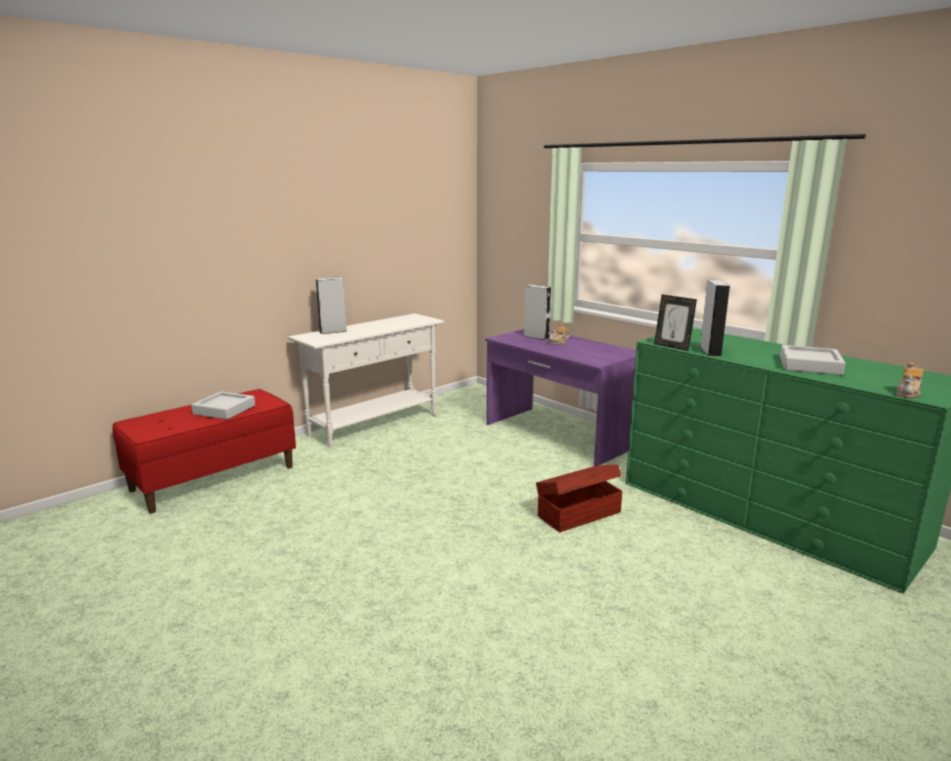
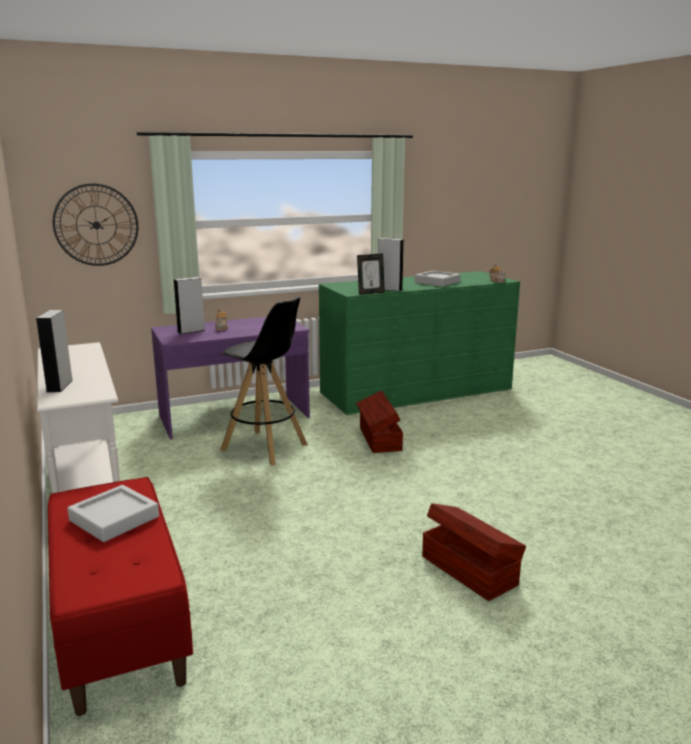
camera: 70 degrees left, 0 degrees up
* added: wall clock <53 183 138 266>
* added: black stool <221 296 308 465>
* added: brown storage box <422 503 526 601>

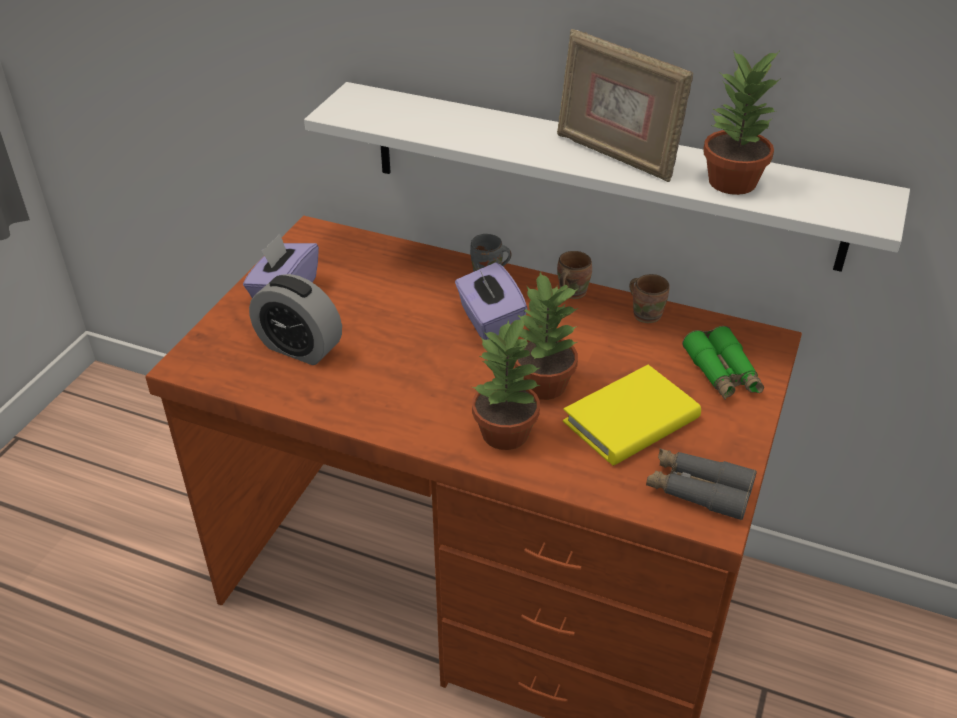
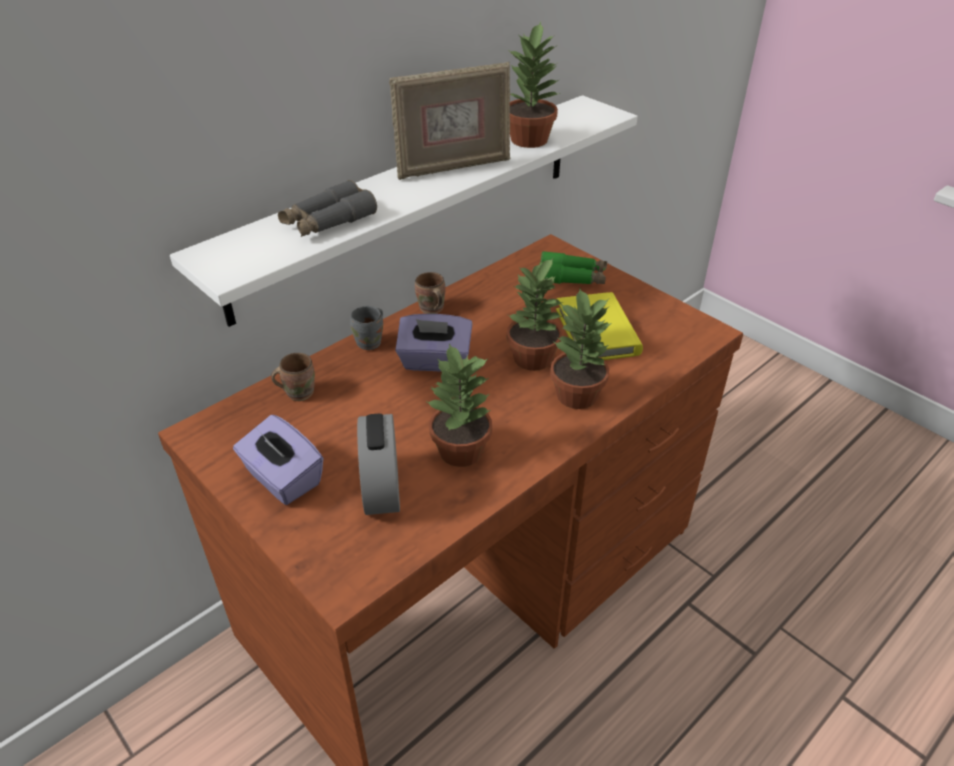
camera: 65 degrees left, 0 degrees up
* added: potted plant <425 343 492 467>
* moved: brown mug <629 274 669 323> to <271 353 315 401>
* moved: grey binoculars <646 448 757 521> to <278 180 377 237>
* turned: alarm clock <249 274 342 365> = <357 414 400 515> 120 degrees clockwise

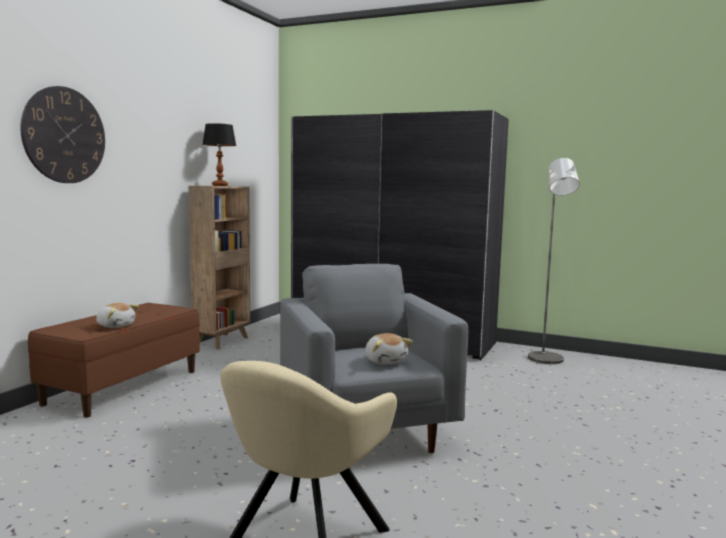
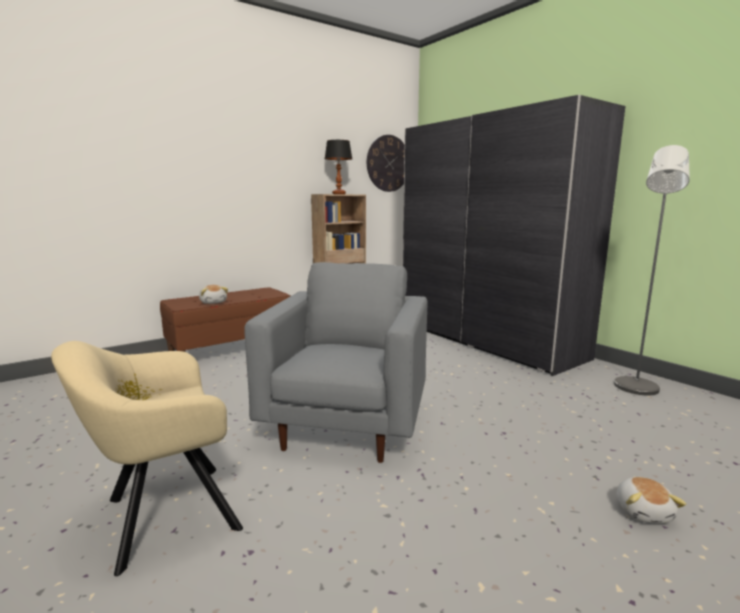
camera: 30 degrees right, 5 degrees up
* moved: wall clock <20 86 105 183> to <367 135 405 192>
* moved: plush toy <365 333 413 365> to <616 477 686 524>

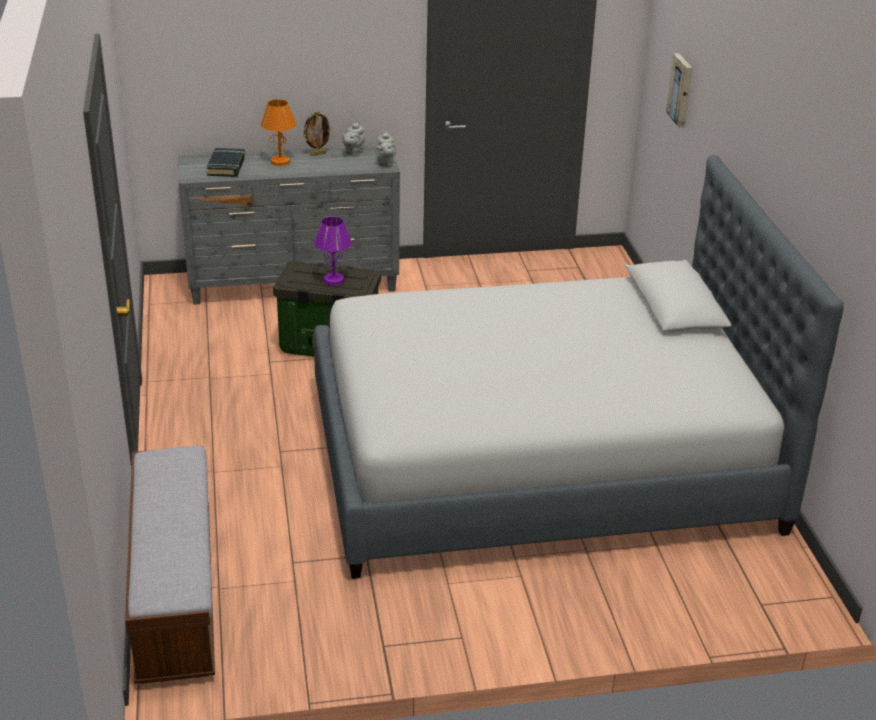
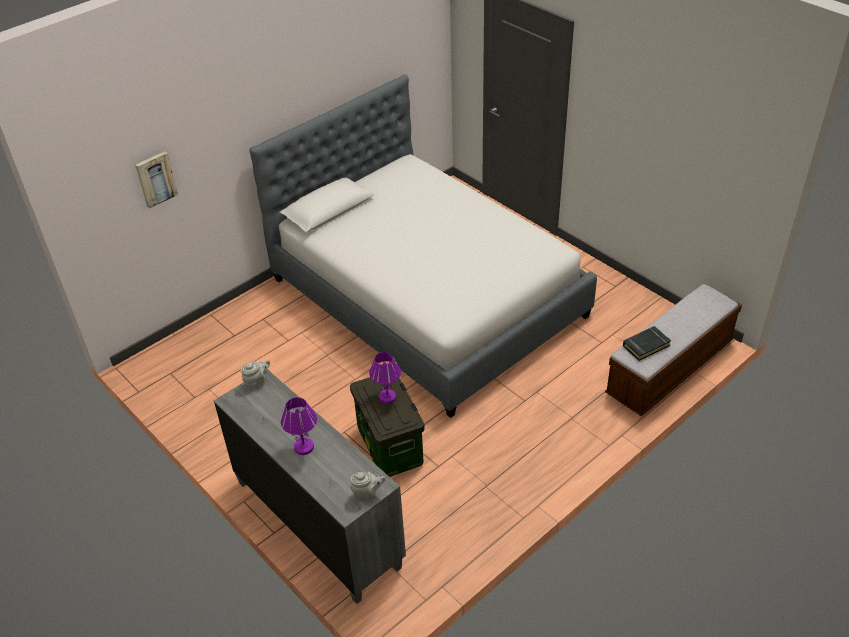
camera: 120 degrees left, 10 degrees up
* removed: picture frame <303 111 332 156>
* moved: black book <206 148 245 177> to <623 326 671 361>
* moved: grey teapot <342 122 365 157> to <350 472 386 502>
* recoloured: orange table lamp <261 99 296 166> to purple table lamp <281 397 317 455>

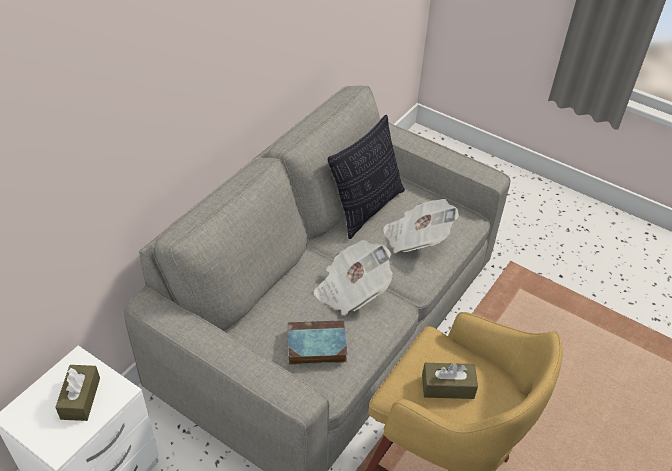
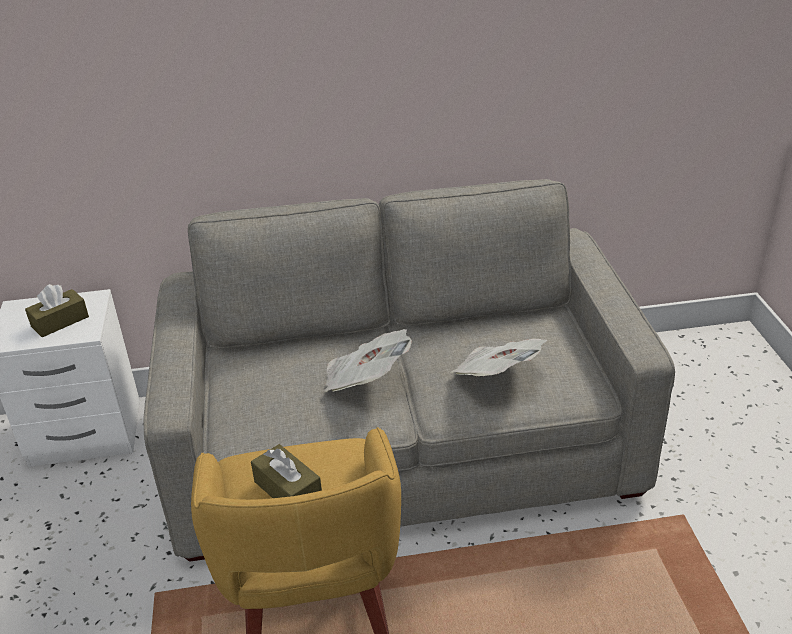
camera: 50 degrees right, 10 degrees down
* removed: book <288 320 347 365>
* removed: pillow <327 115 405 239>

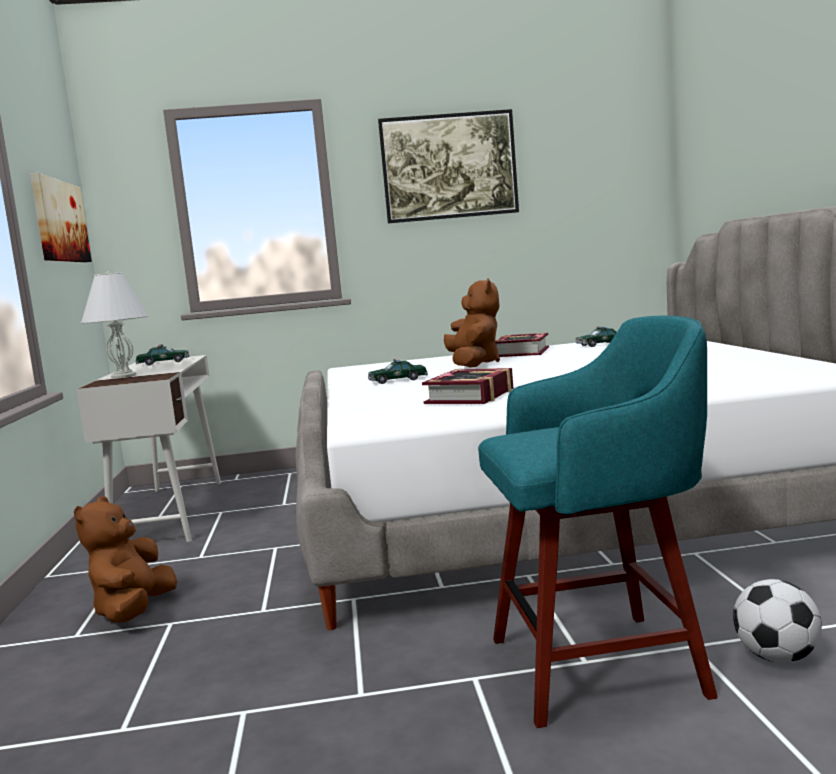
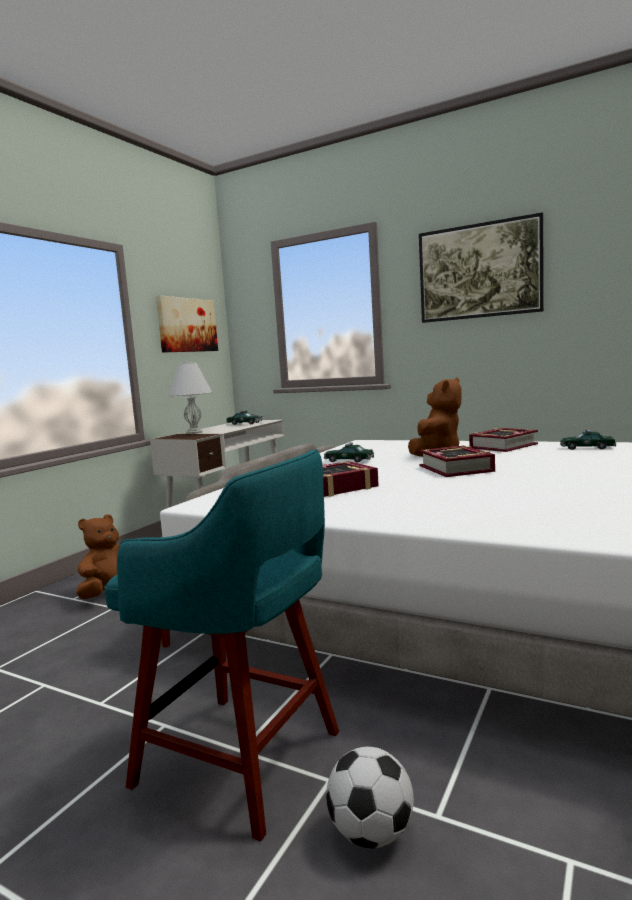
camera: 35 degrees right, 0 degrees up
* added: book <419 446 495 477>

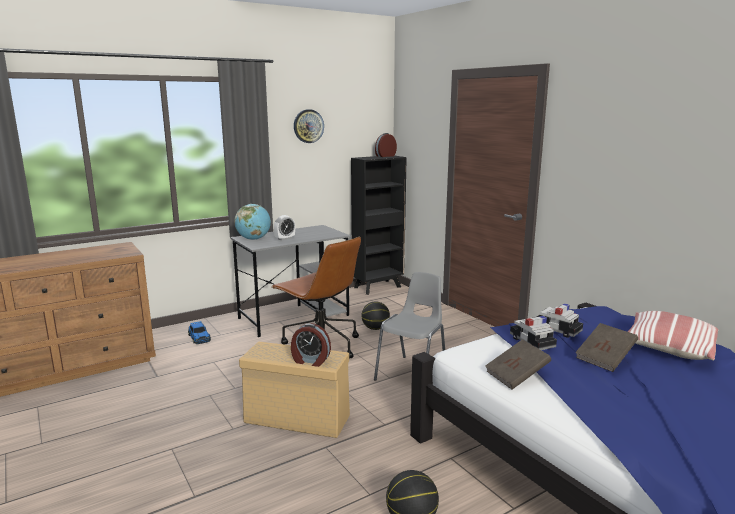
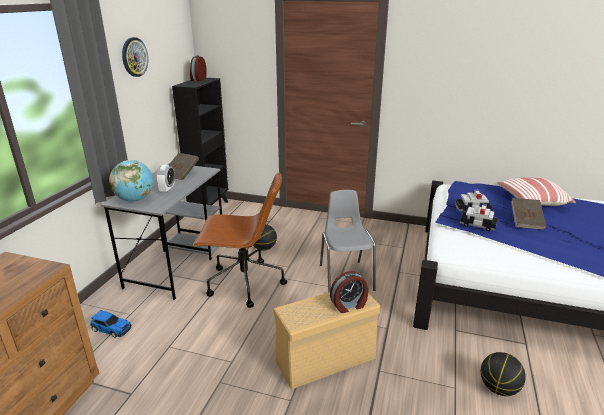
camera: 40 degrees left, 10 degrees up
* moved: brown book <485 339 551 390> to <169 153 199 180>

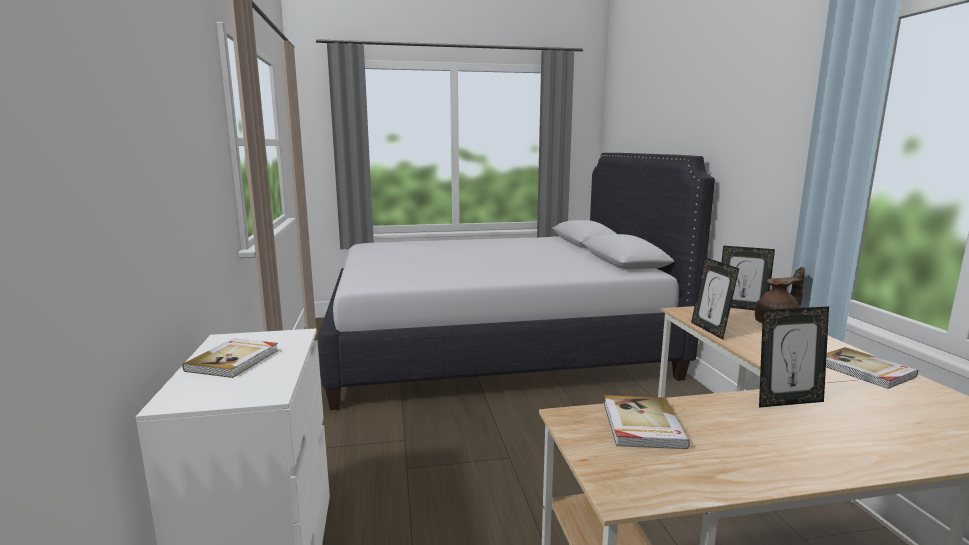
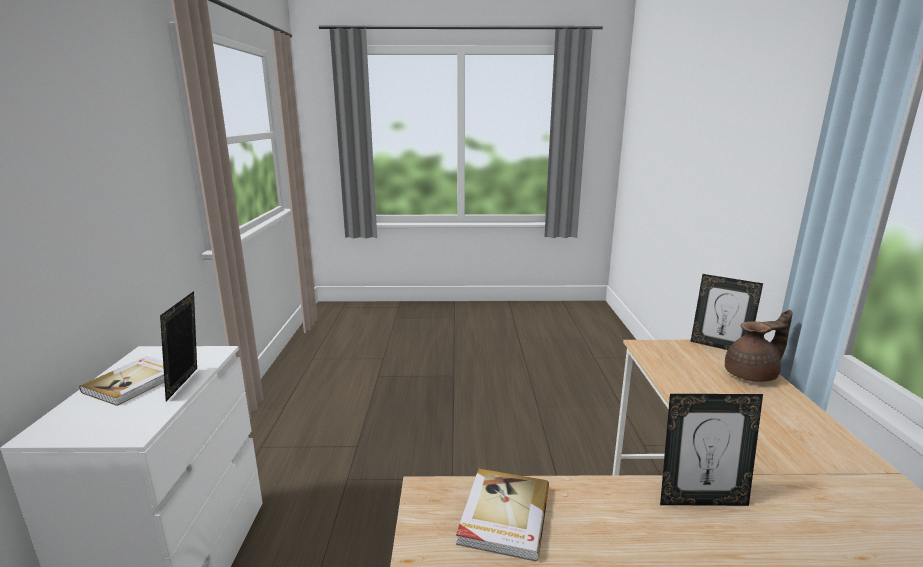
camera: 10 degrees right, 5 degrees up
* removed: white bed <318 153 715 410>
* removed: book <826 347 918 389>
* moved: picture frame <691 257 739 340> to <160 291 197 401>

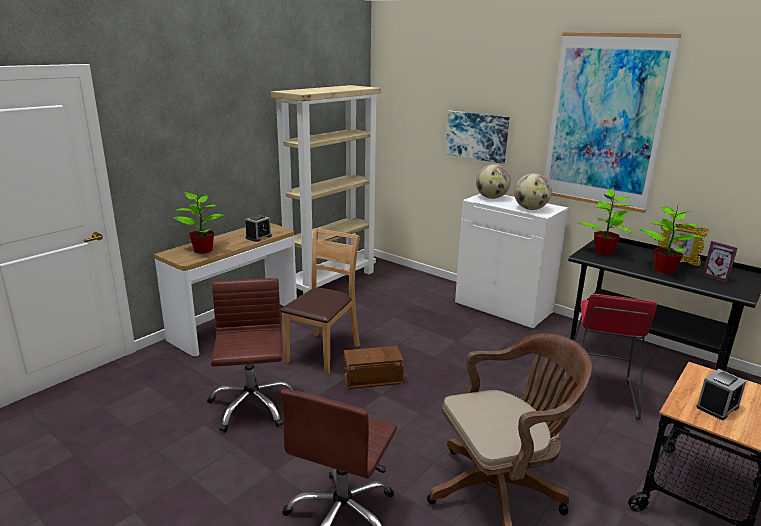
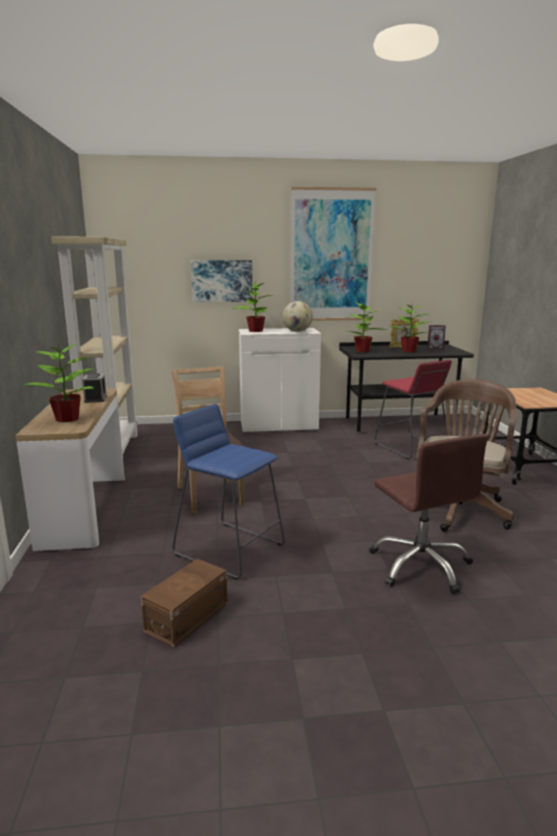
camera: 45 degrees left, 5 degrees down
* removed: alarm clock <696 369 746 420>
* moved: brown storage box <344 346 403 389> to <141 559 228 647>
* replaced: brown office chair <207 278 296 432> to blue stool <172 404 285 580>
* replaced: globe <476 164 511 199> to potted plant <232 281 271 332>

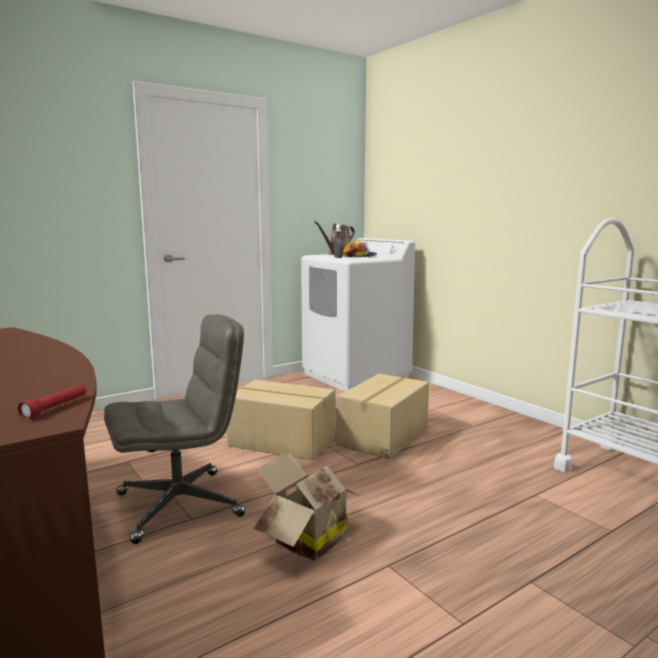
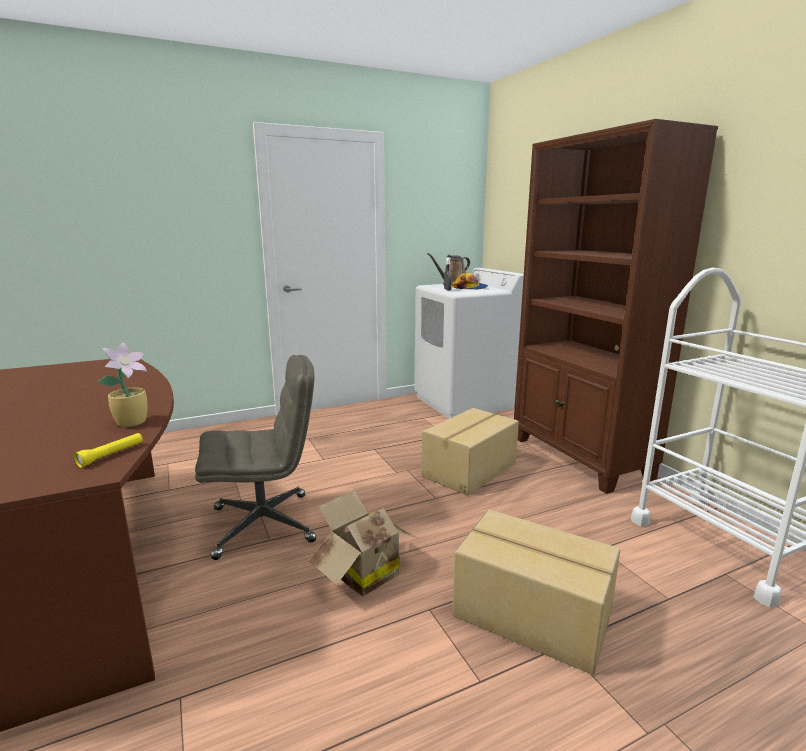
camera: 10 degrees right, 5 degrees up
* added: potted plant <97 343 148 427>
* added: brown bookcase <514 119 718 494>
* moved: cardboard box <227 380 336 461> to <452 509 620 675>
* recoloured: red flashlight <18 384 86 420> to yellow flashlight <74 433 143 467>

